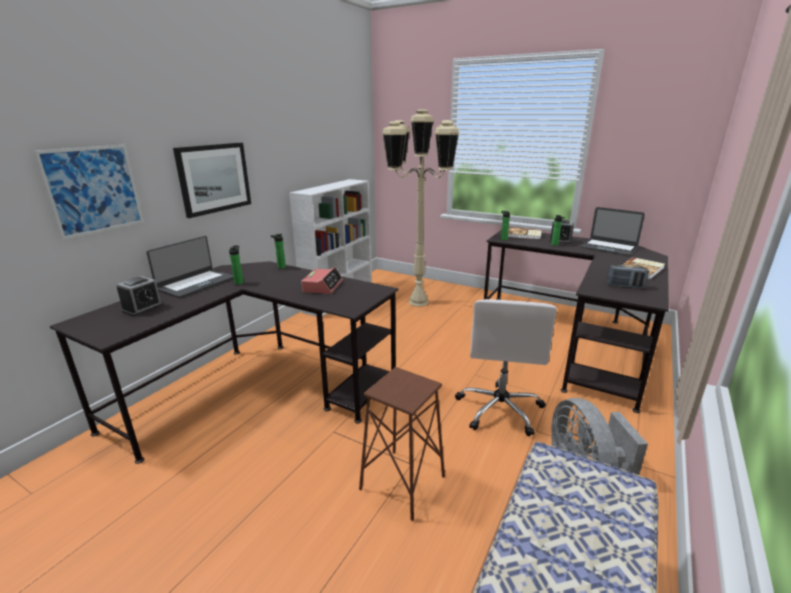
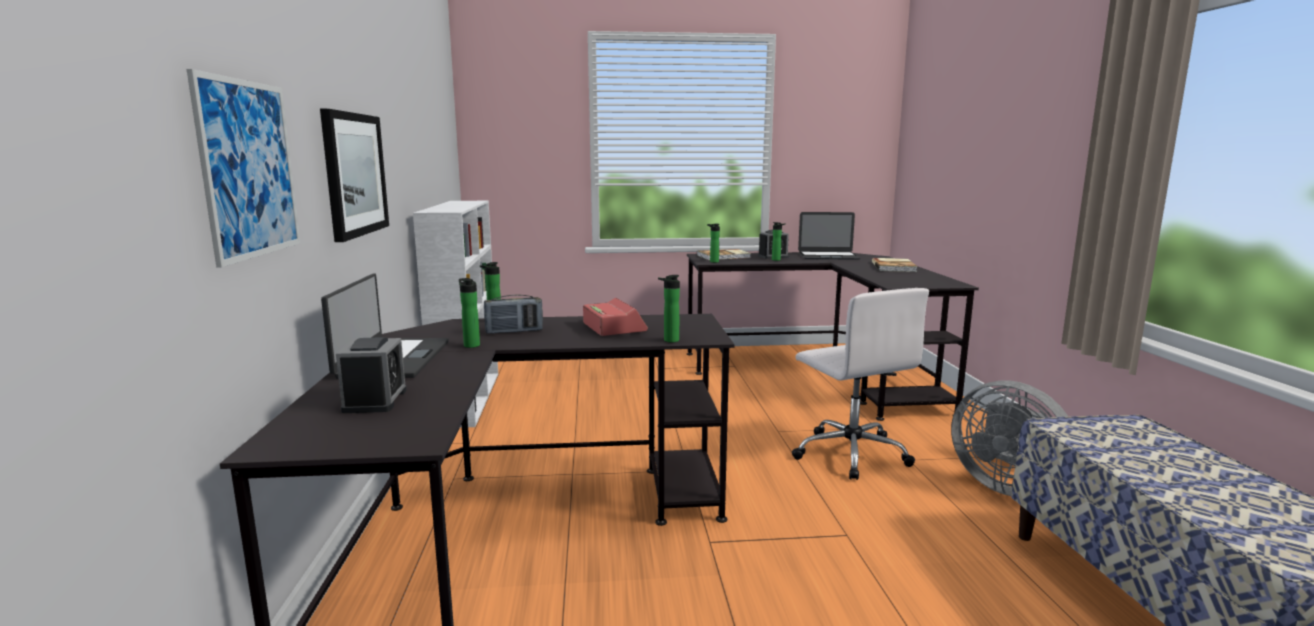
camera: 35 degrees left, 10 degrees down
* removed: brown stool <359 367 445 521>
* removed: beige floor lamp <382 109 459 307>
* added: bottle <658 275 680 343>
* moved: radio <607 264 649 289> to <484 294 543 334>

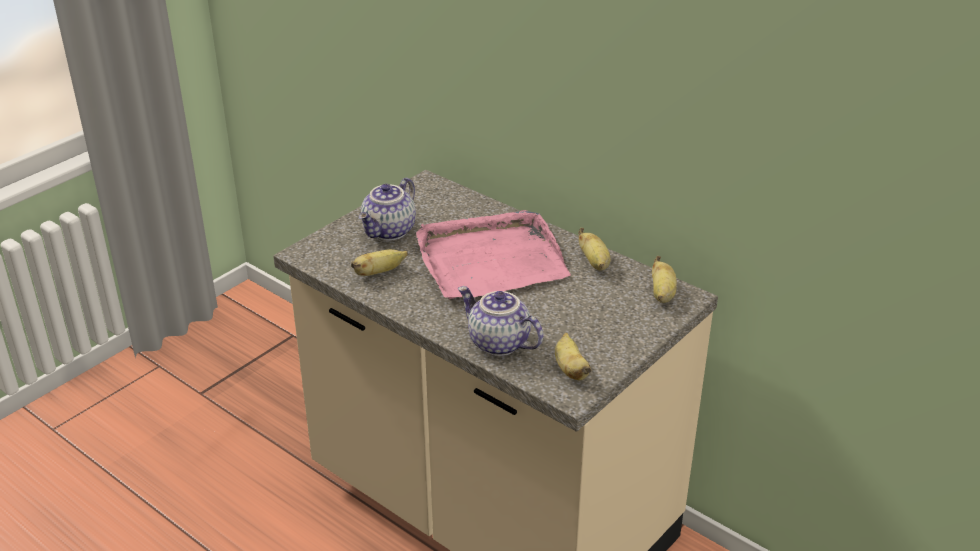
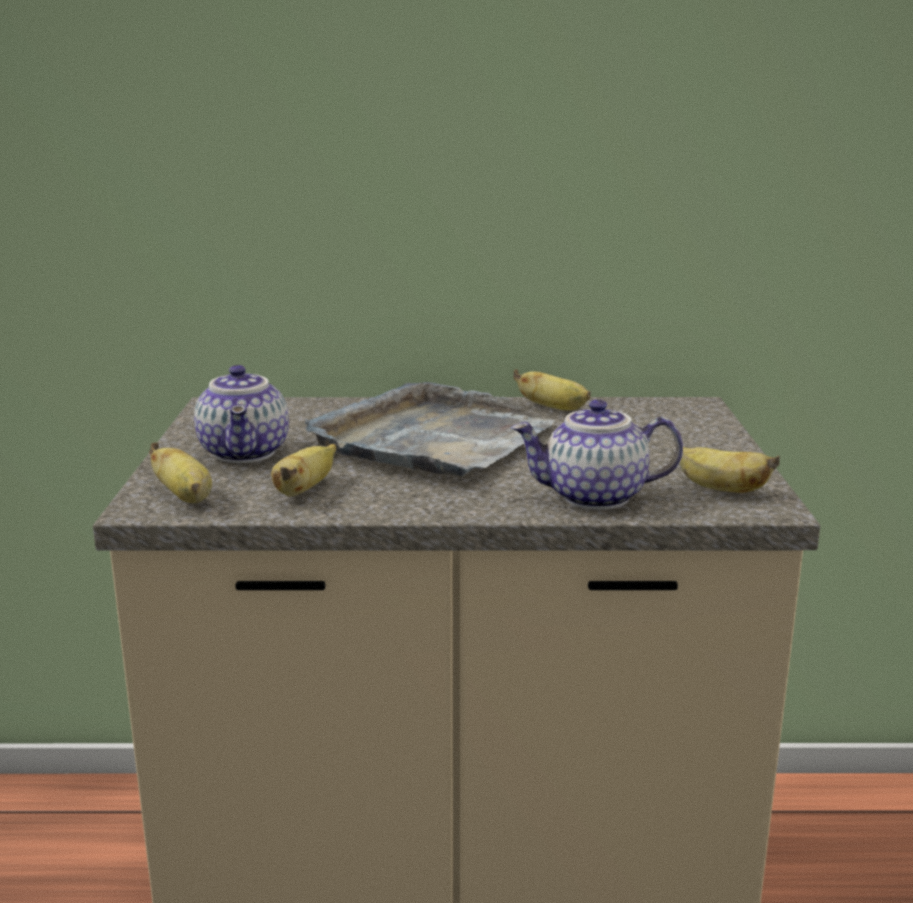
camera: 40 degrees left, 15 degrees down
* moved: banana <652 256 677 303> to <149 443 212 503>
* recoloured: pink tray <416 210 571 299> to grey tray <305 382 555 476>

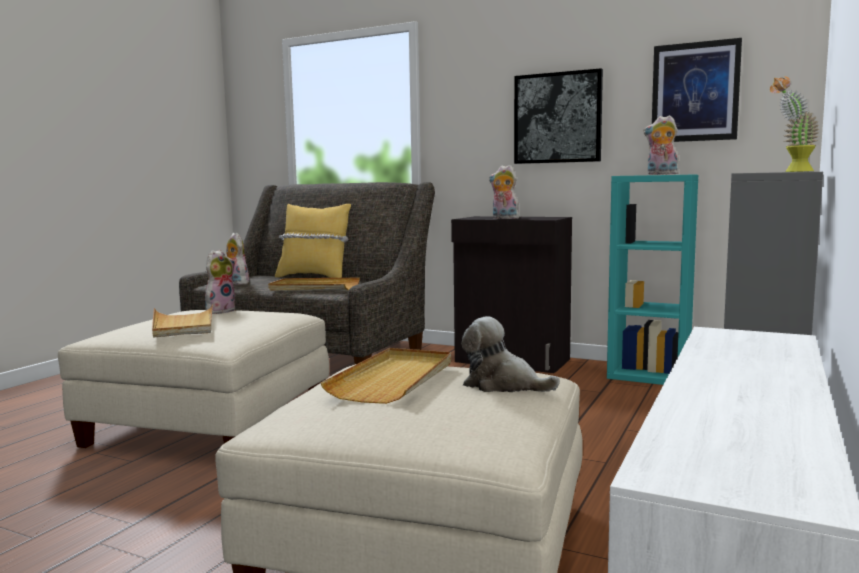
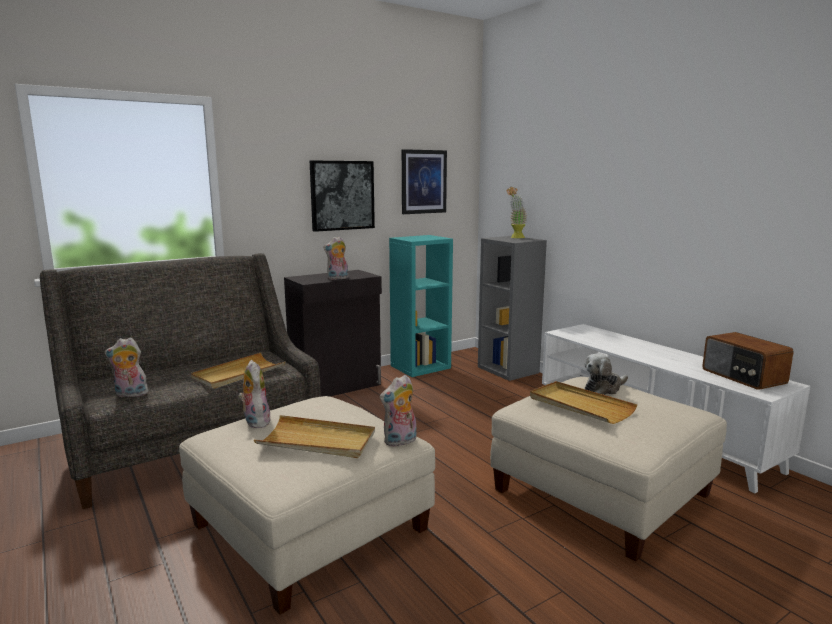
camera: 60 degrees left, 5 degrees up
* removed: yellow pillow <275 204 351 278>
* added: radio <702 332 794 390>
* moved: plush toy <643 115 679 175> to <380 375 417 447>

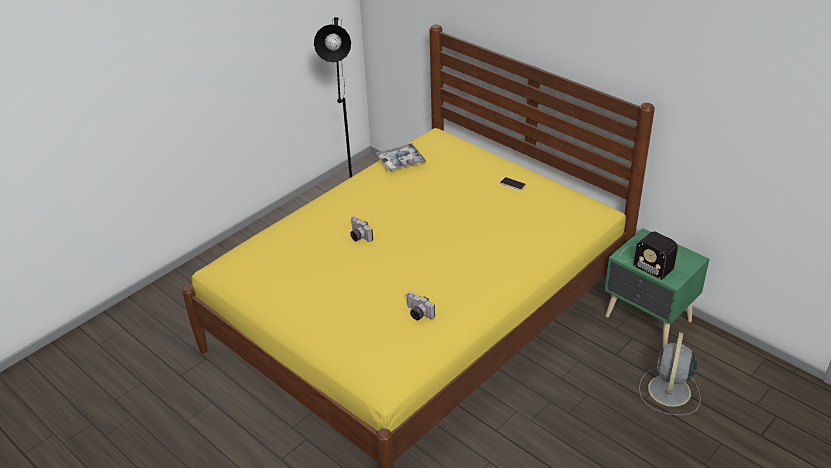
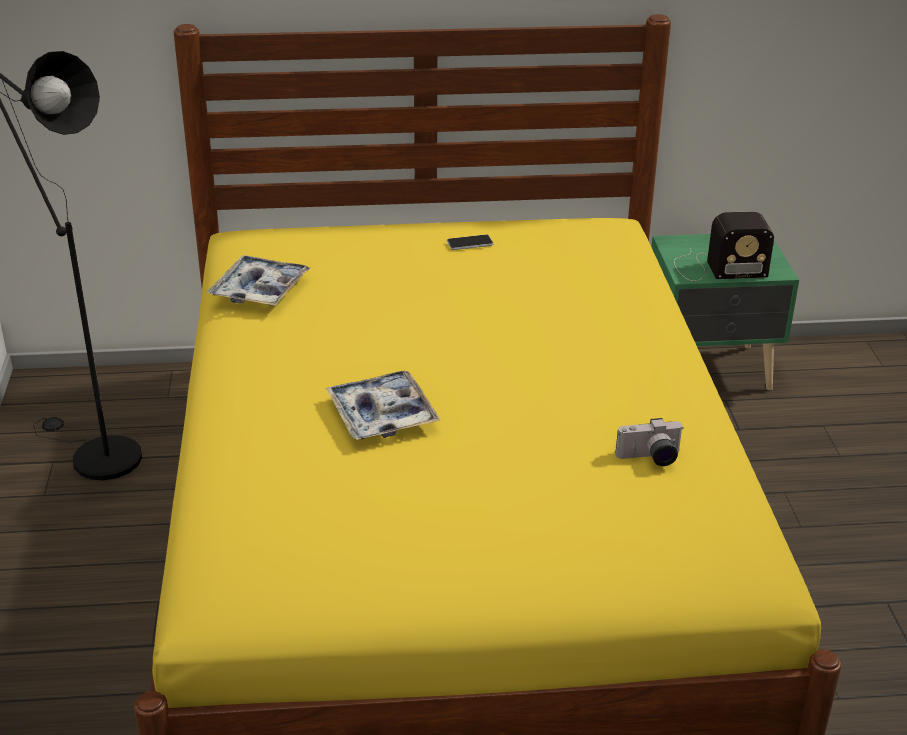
camera: 50 degrees left, 5 degrees down
* removed: grey fan <639 332 701 415>
* replaced: photo camera <350 216 373 242> to tray <326 370 440 440>

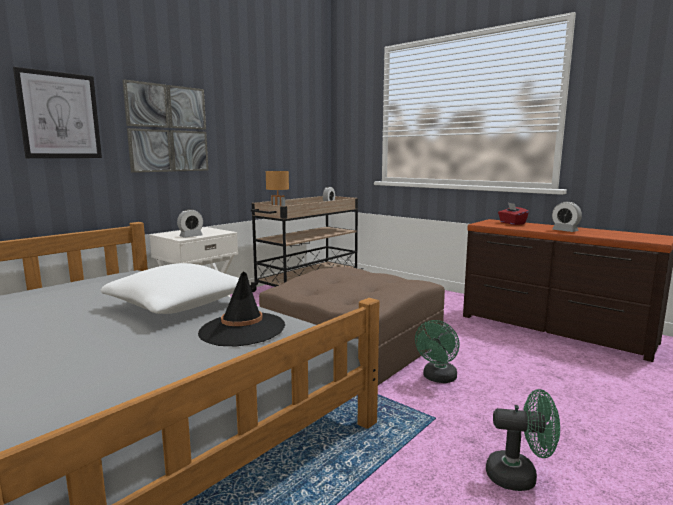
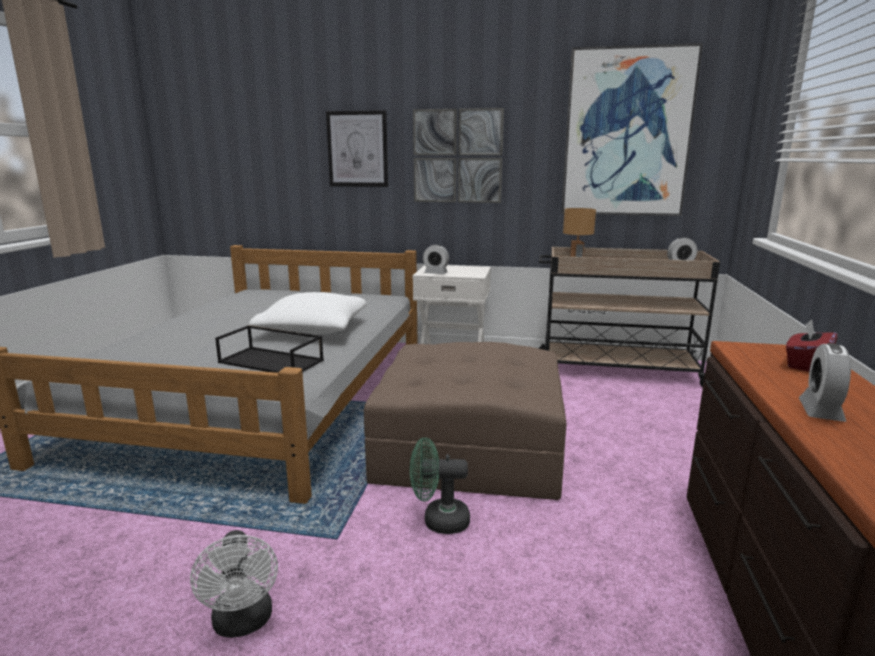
camera: 60 degrees right, 5 degrees up
* added: picture <561 43 703 216>
* replaced: black hat <198 271 285 346> to black tray <215 325 324 373>
* recoloured: green fan <486 389 560 491> to white fan <190 530 278 638>

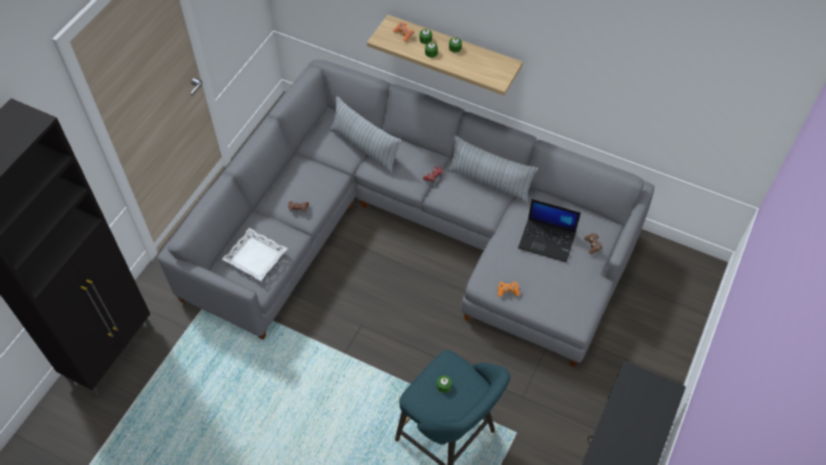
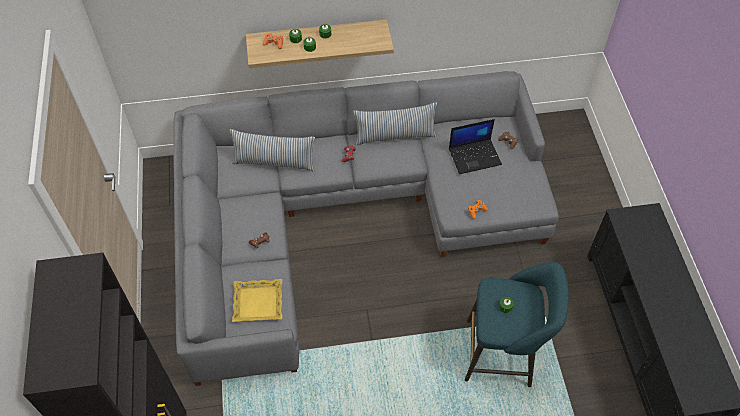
camera: 35 degrees left, 0 degrees up
* recoloured: white tray <222 228 288 281> to yellow tray <232 279 282 322>

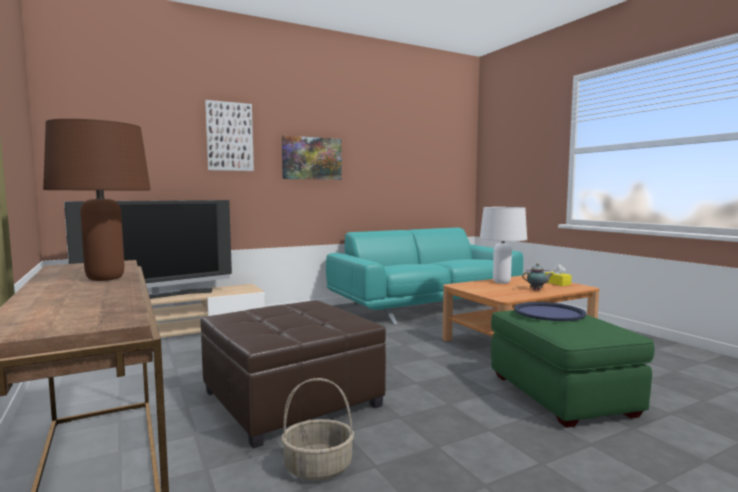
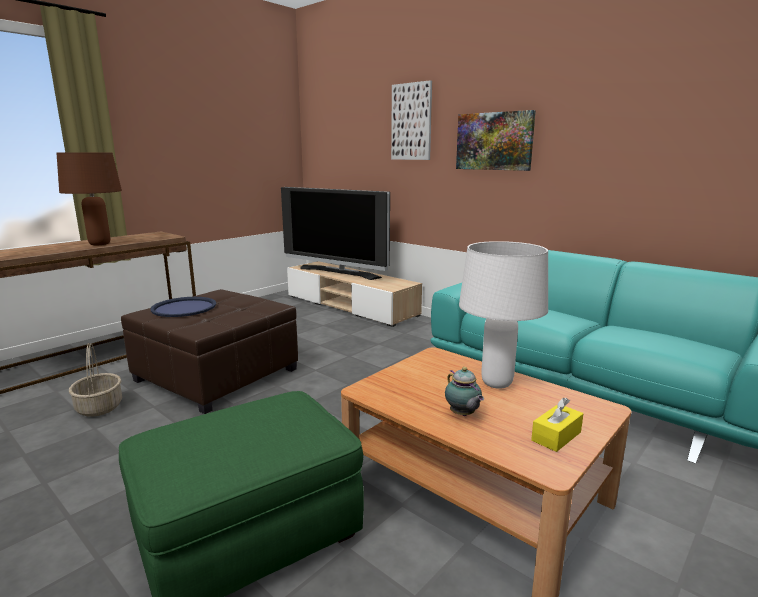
camera: 70 degrees right, 10 degrees up
* moved: blue tray <514 302 586 321> to <150 297 216 317>

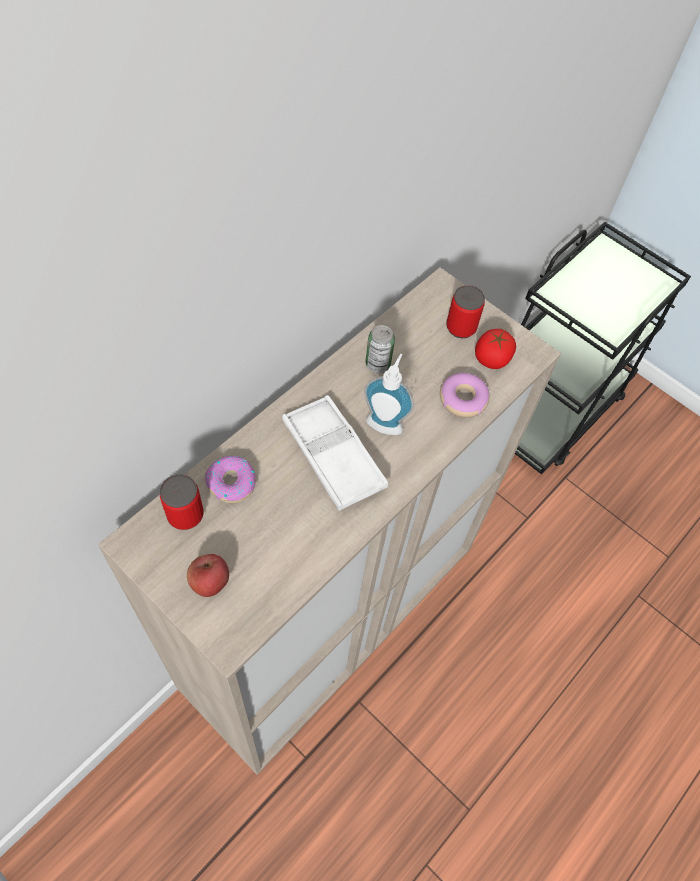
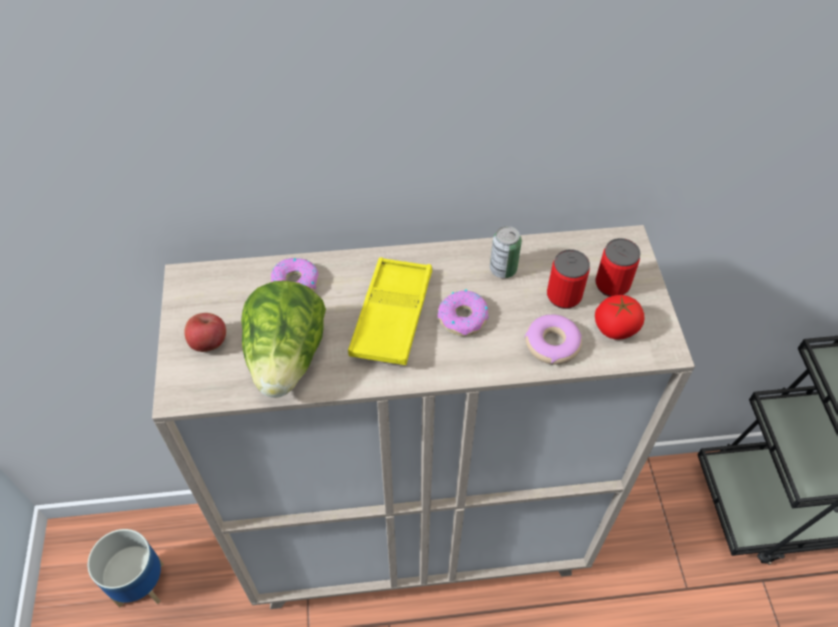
camera: 45 degrees right, 5 degrees down
* added: planter <88 529 164 608>
* added: lettuce <241 280 326 398>
* moved: can <160 474 204 530> to <547 249 590 309>
* replaced: soap dispenser <364 354 414 435> to donut <438 289 489 336>
* recoloured: white tray <282 395 388 511> to yellow tray <348 257 432 365>

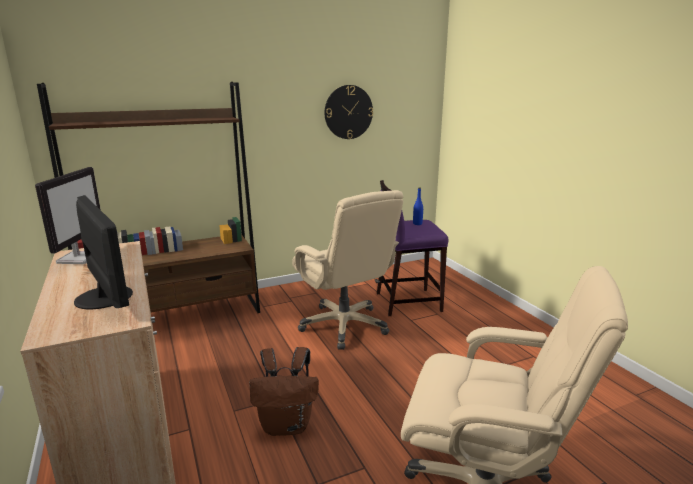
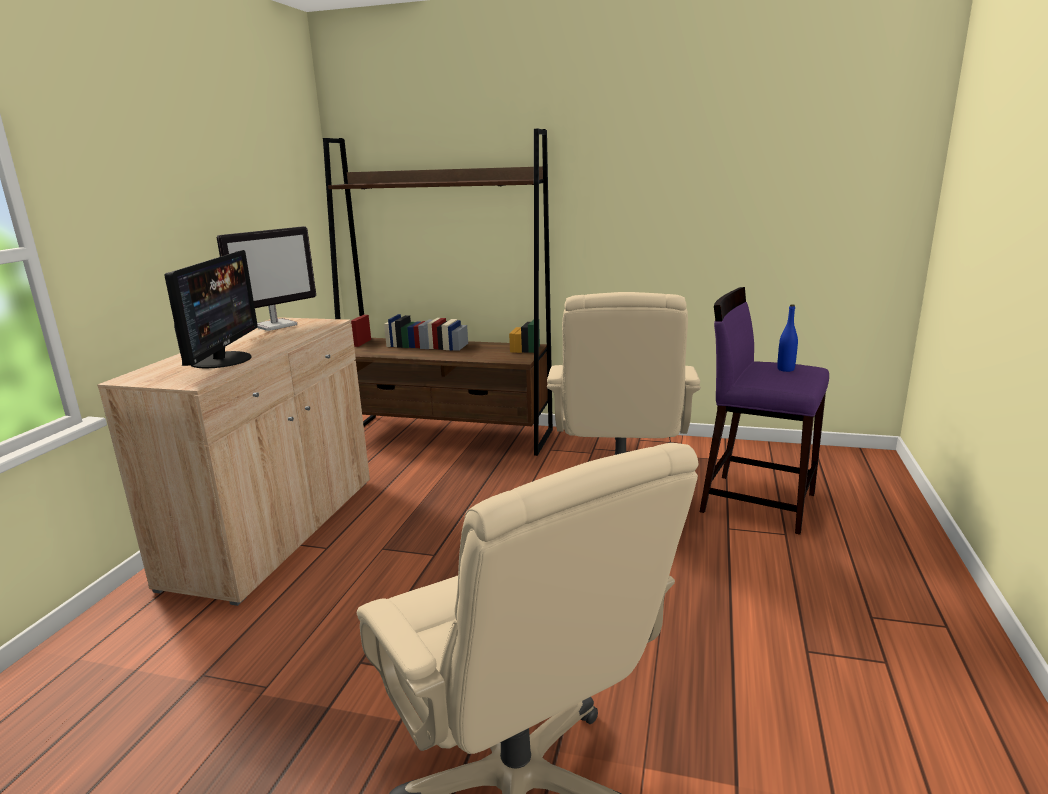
camera: 40 degrees right, 0 degrees up
* removed: brown backpack <249 347 319 436>
* removed: wall clock <325 85 373 139>

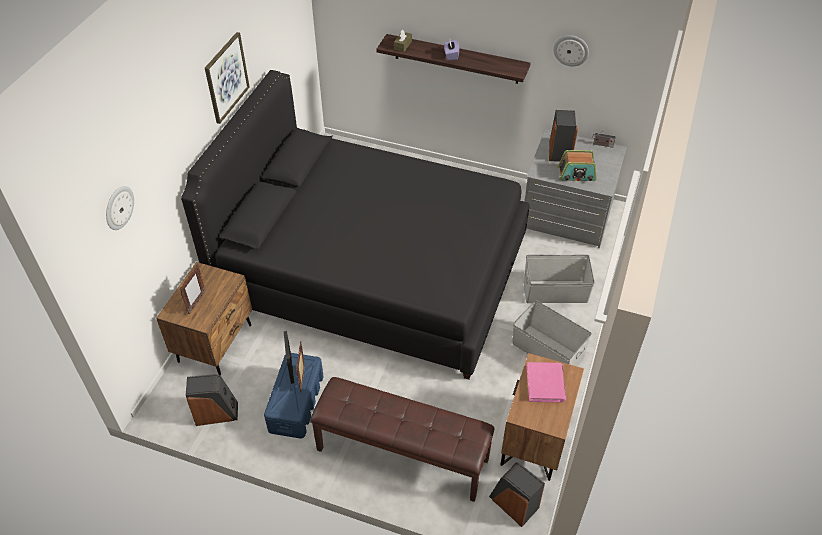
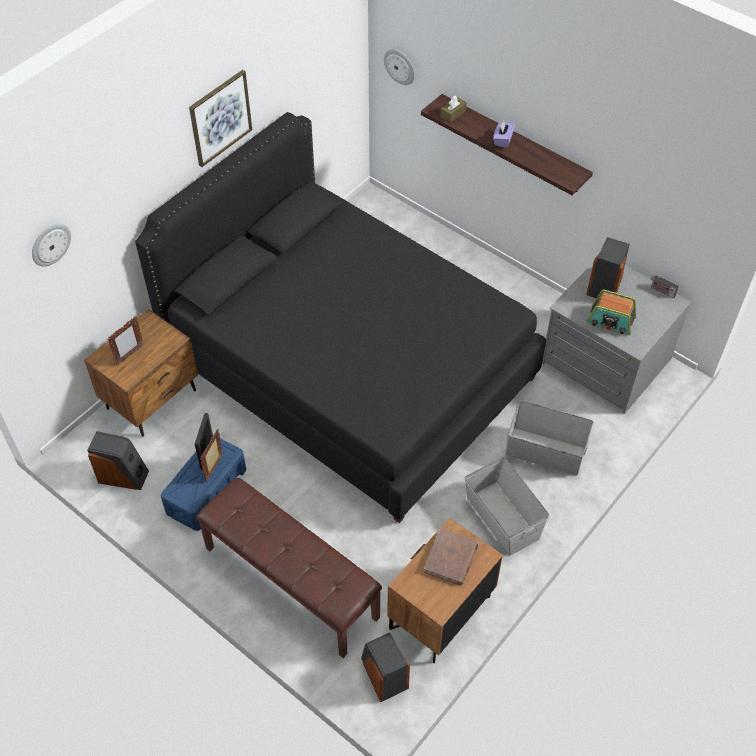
camera: 20 degrees right, 5 degrees up
* moved: wall clock <553 35 589 66> to <384 49 415 85>
* recoloured: pink book <526 362 566 403> to brown book <424 528 479 585>

